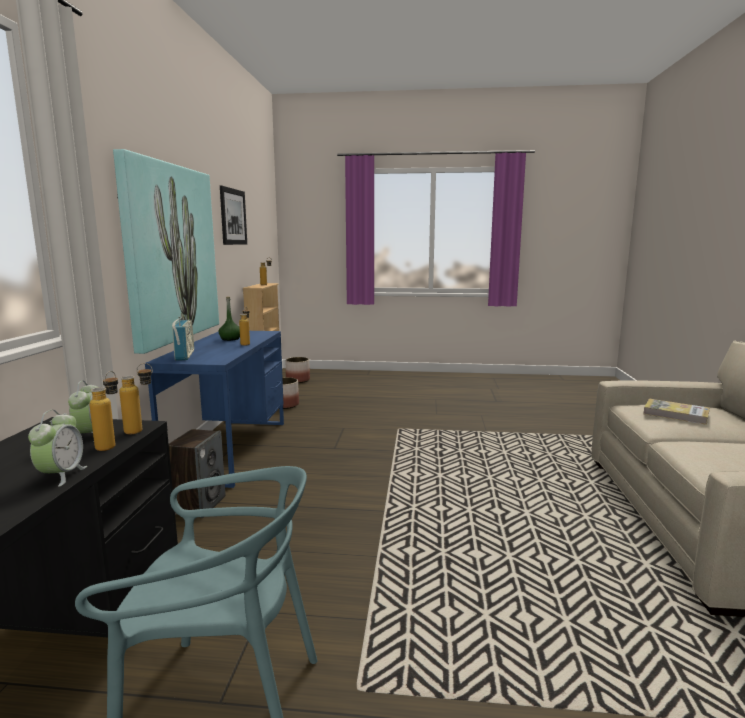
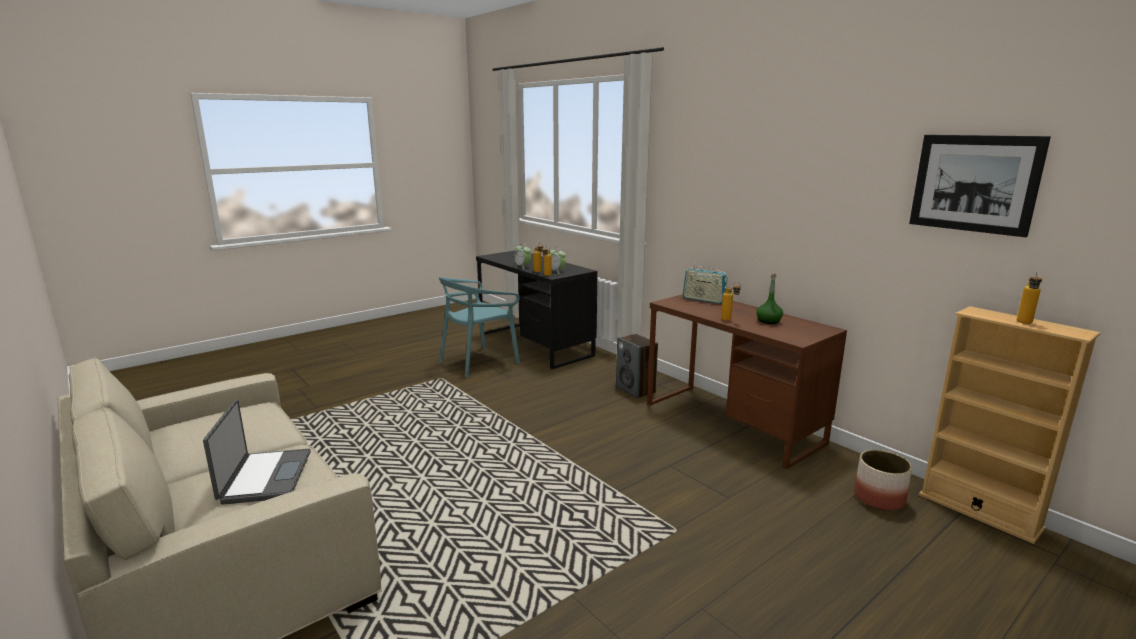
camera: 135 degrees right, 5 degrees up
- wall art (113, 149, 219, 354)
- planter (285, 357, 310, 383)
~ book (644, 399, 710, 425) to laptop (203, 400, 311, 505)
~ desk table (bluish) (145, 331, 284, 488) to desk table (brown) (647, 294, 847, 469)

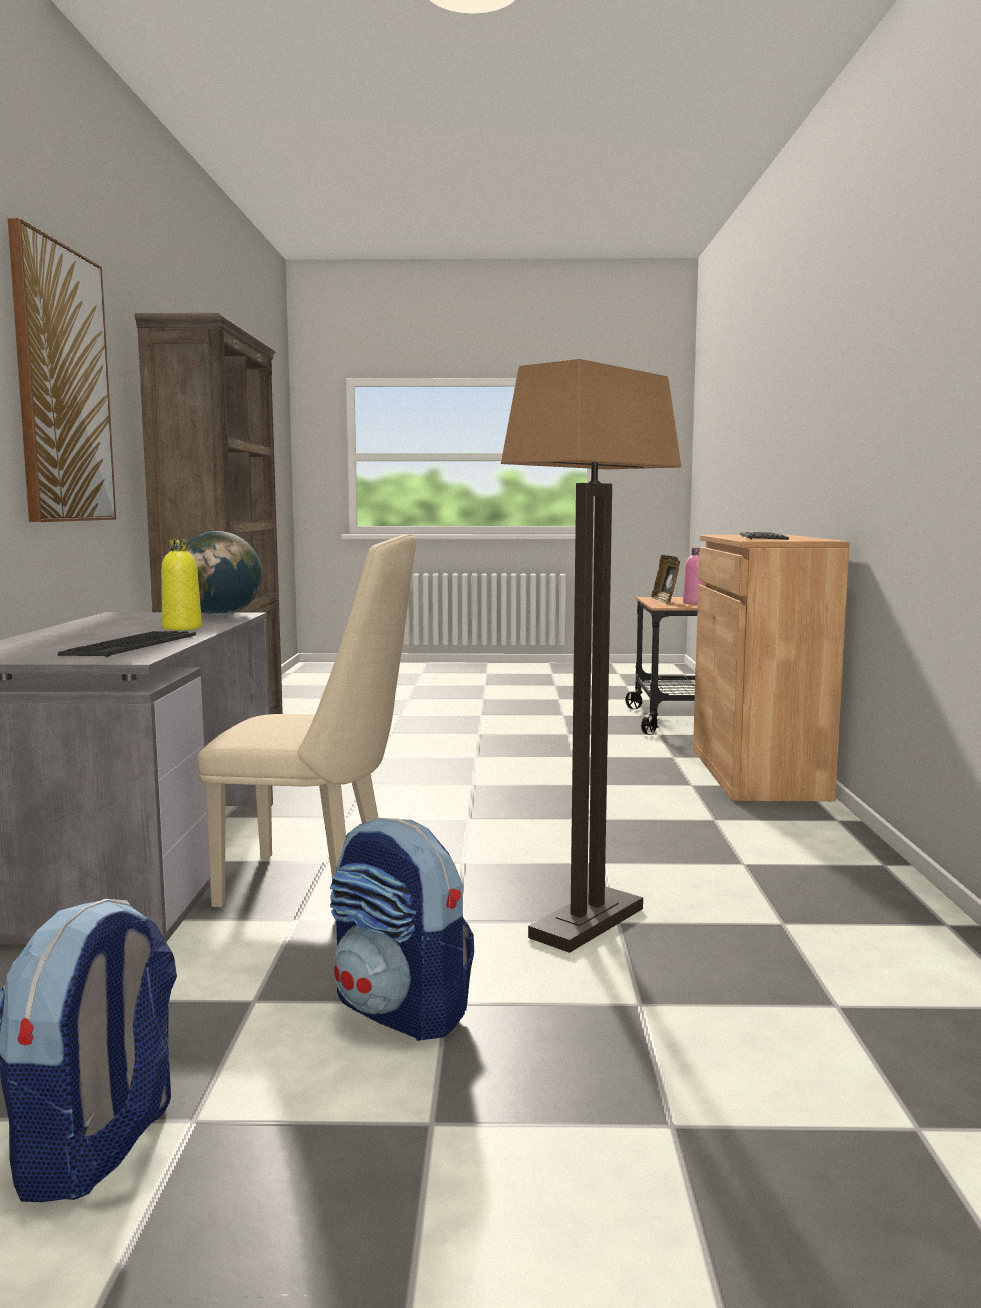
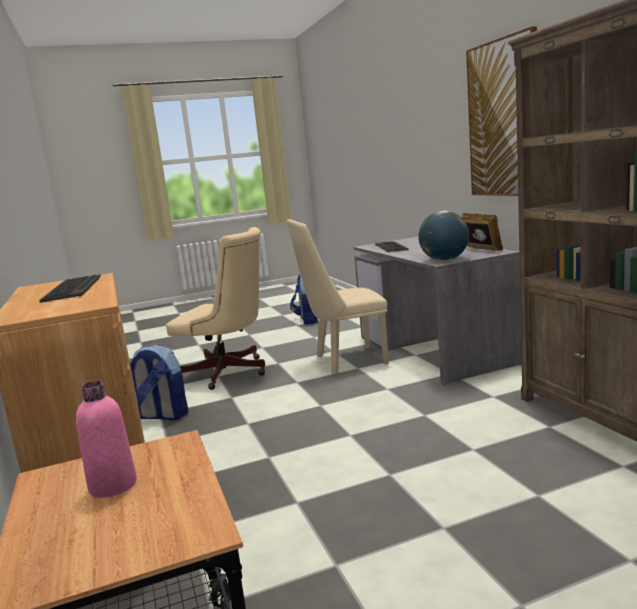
camera: 160 degrees right, 5 degrees up
- beverage bottle (yellow) (161, 539, 202, 630)
~ knapsack (330, 818, 474, 1041) to (130, 345, 188, 420)
~ photo frame (651, 555, 680, 604) to (462, 213, 503, 251)
~ floor lamp (501, 359, 682, 953) to computer chair (sand-coloured) (166, 227, 265, 390)

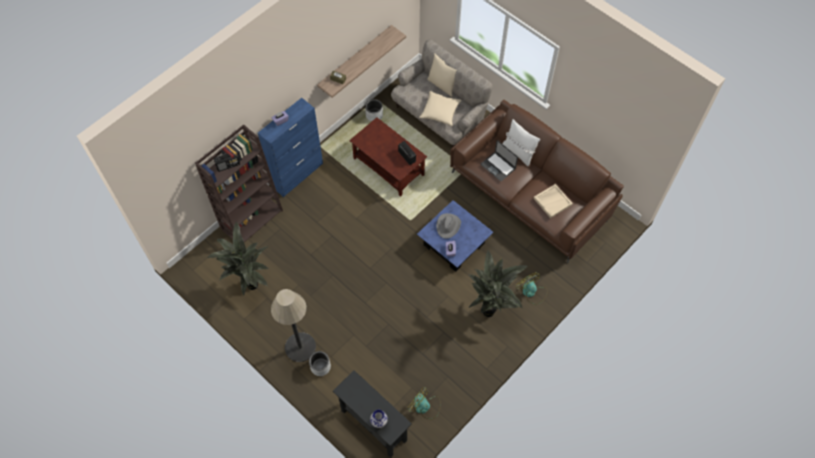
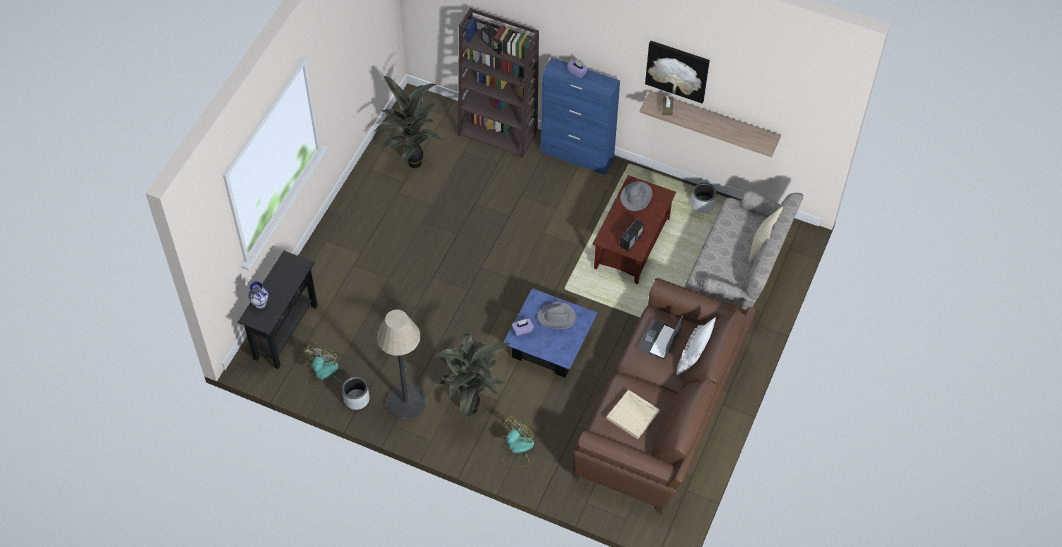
camera: 70 degrees right, 5 degrees down
- cushion (sand-coloured) (419, 91, 462, 126)
+ wearable hat (grey) (620, 182, 652, 211)
+ wall art (645, 41, 710, 103)
~ floor lamp (271, 289, 316, 362) to (376, 310, 426, 419)
~ planter (grey) (309, 351, 331, 376) to (342, 377, 370, 410)

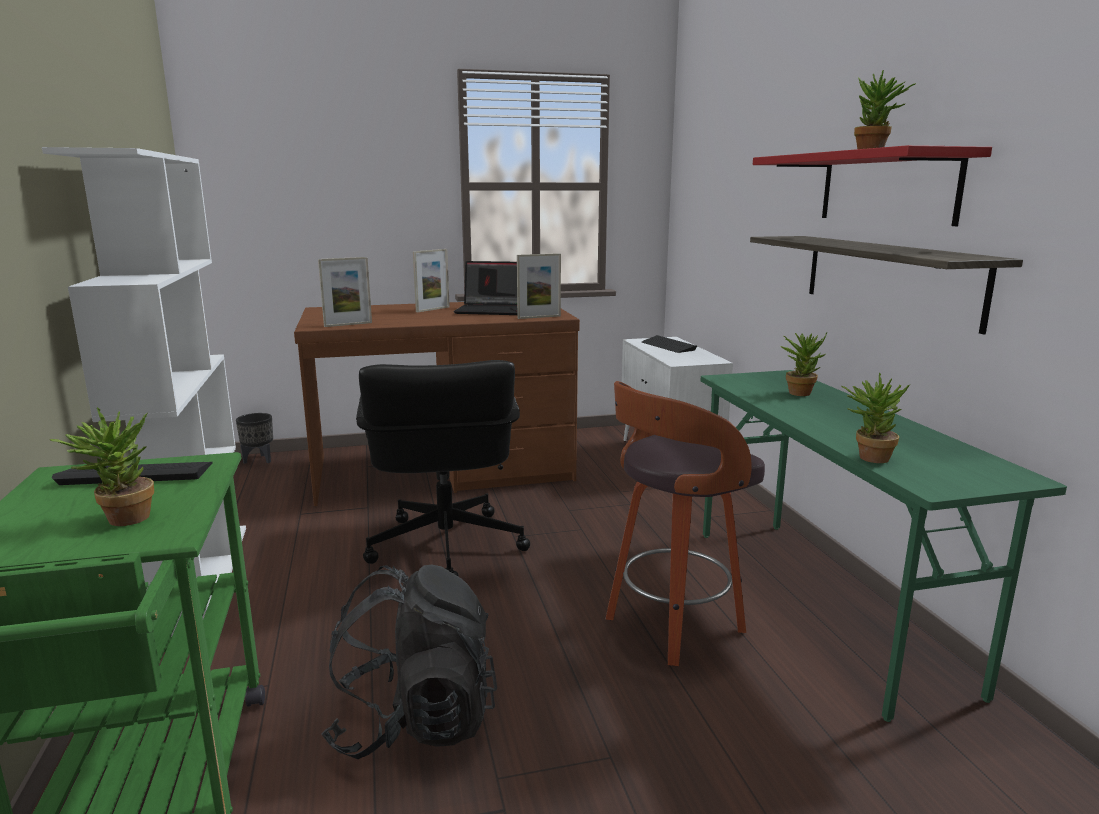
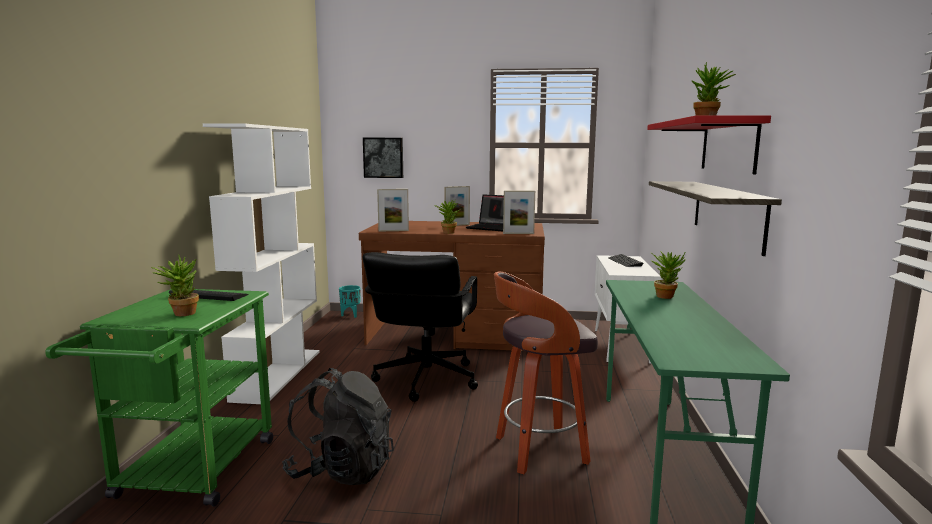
camera: 20 degrees right, 5 degrees down
+ wall art (363, 138, 403, 178)
~ potted plant (842, 372, 911, 463) to (434, 200, 461, 234)
~ planter (black-coloured) (236, 413, 273, 464) to planter (blue-green) (339, 285, 361, 318)

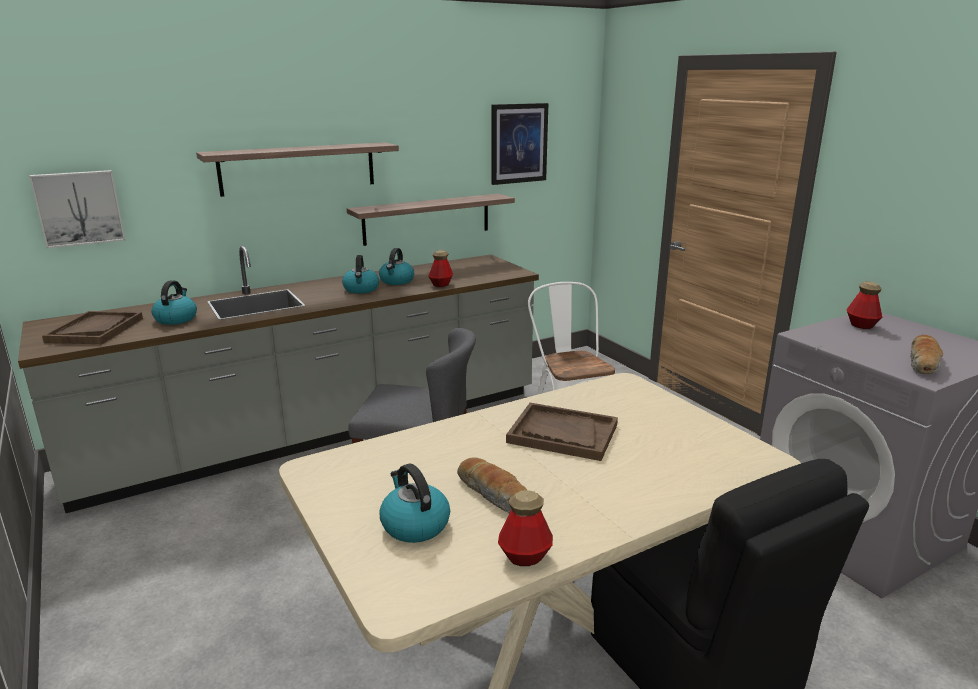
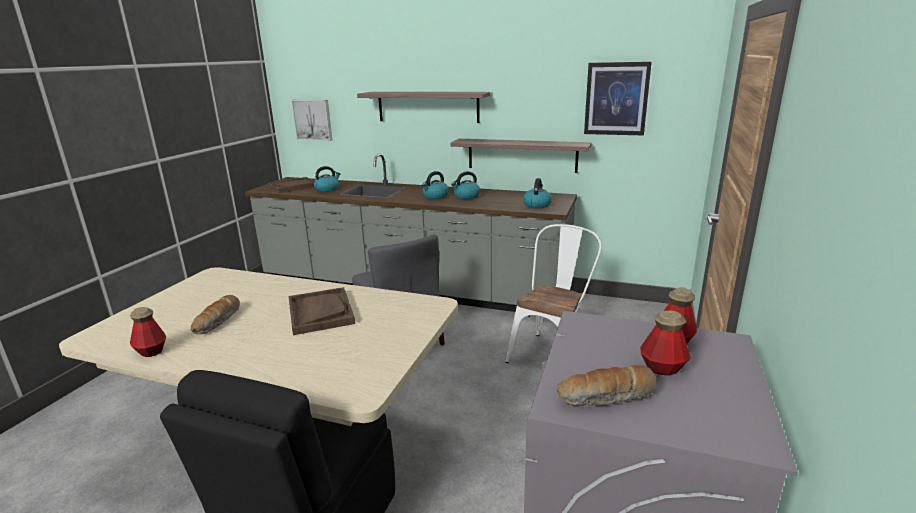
camera: 50 degrees right, 0 degrees up
~ water kettle (380, 464, 450, 543) to (523, 178, 552, 208)
~ beverage bottle (428, 250, 453, 287) to (640, 310, 691, 375)

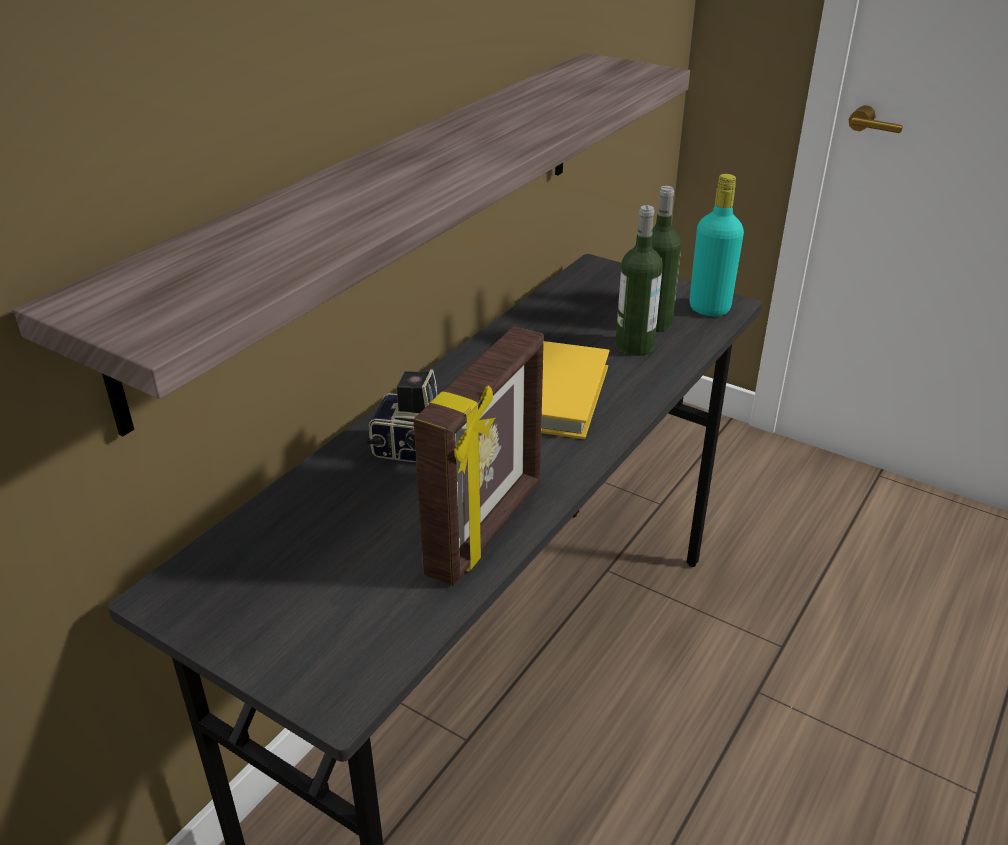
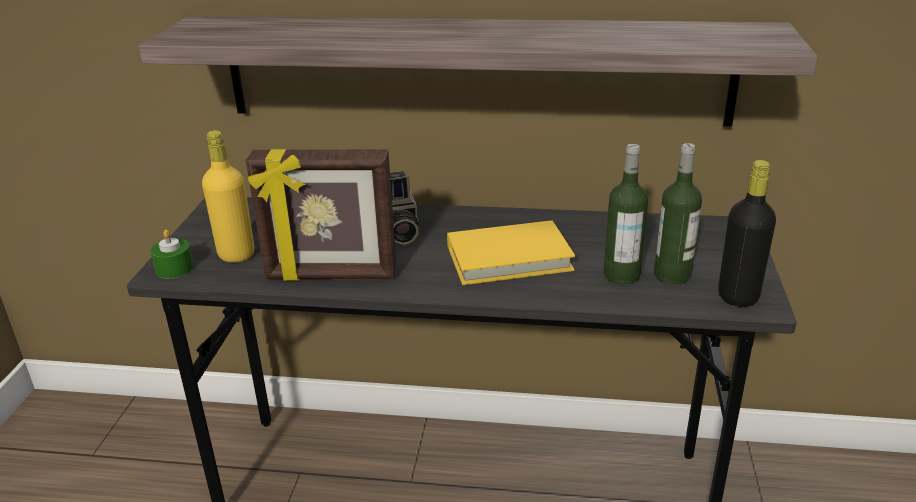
camera: 65 degrees right, 5 degrees down
+ wax candle (greenish) (150, 230, 194, 279)
+ beverage bottle (yellow) (202, 130, 254, 262)
~ beverage bottle (blue-green) (690, 174, 744, 316) to beverage bottle (black-coloured) (718, 160, 776, 307)

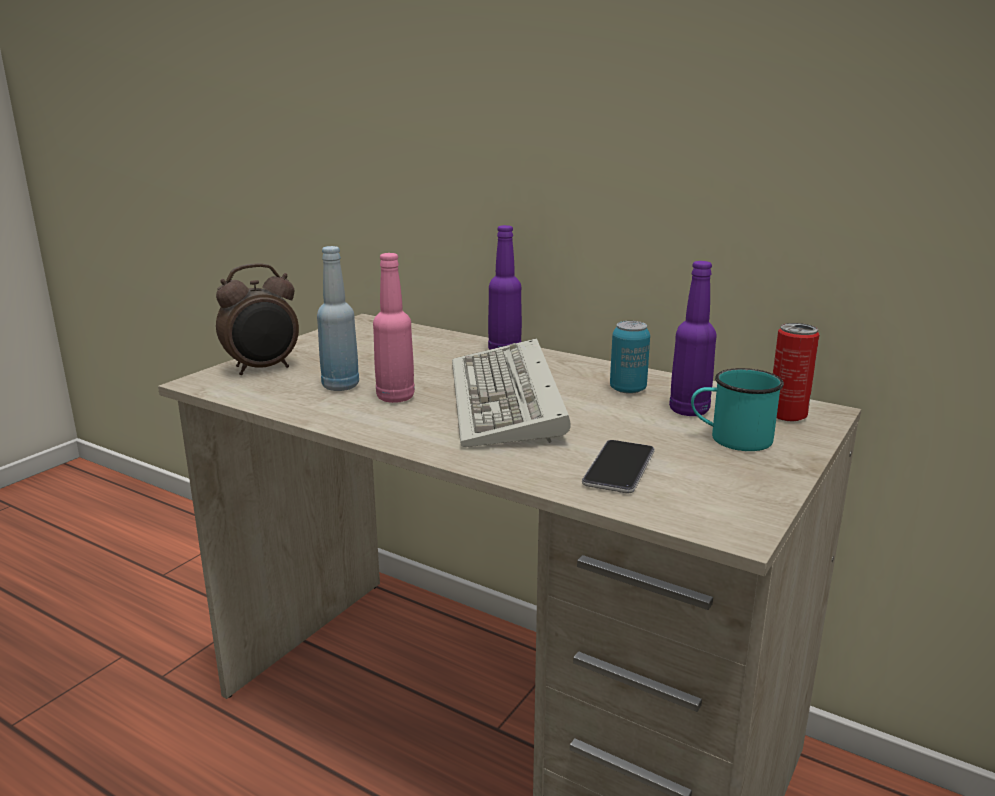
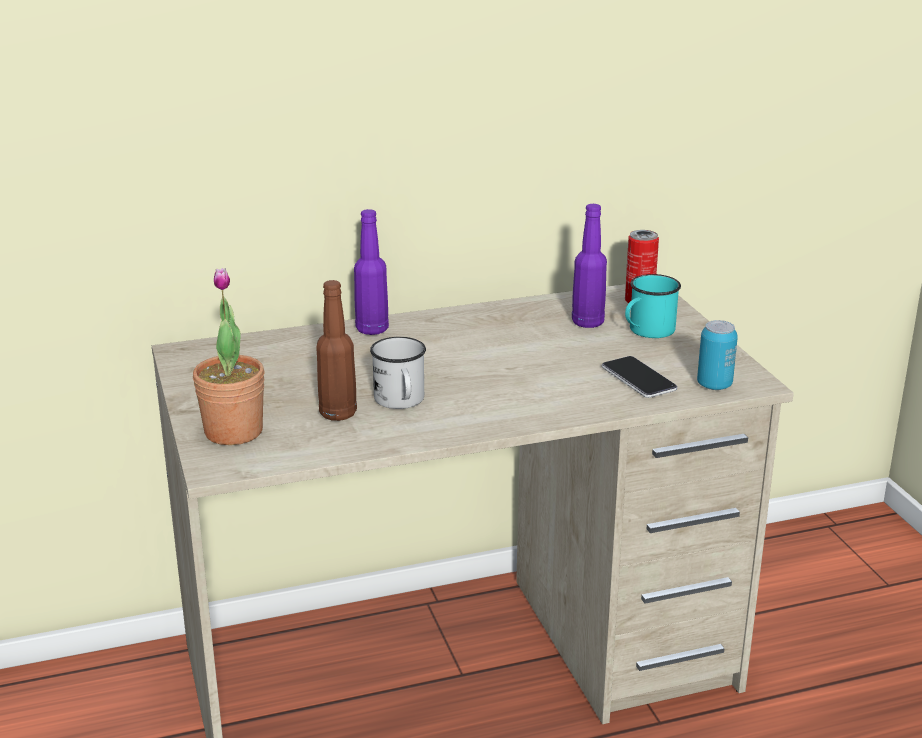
camera: 50 degrees left, 5 degrees up
- keyboard (452, 338, 571, 447)
~ sealed can (610, 321, 650, 394) to (697, 320, 738, 390)
~ alarm clock (216, 263, 299, 375) to potted plant (193, 268, 265, 445)
~ beverage bottle (pink-coloured) (373, 253, 415, 403) to coffee mug (whitish) (370, 337, 426, 409)
~ beverage bottle (bluish) (317, 246, 359, 391) to beverage bottle (brown) (316, 280, 357, 421)

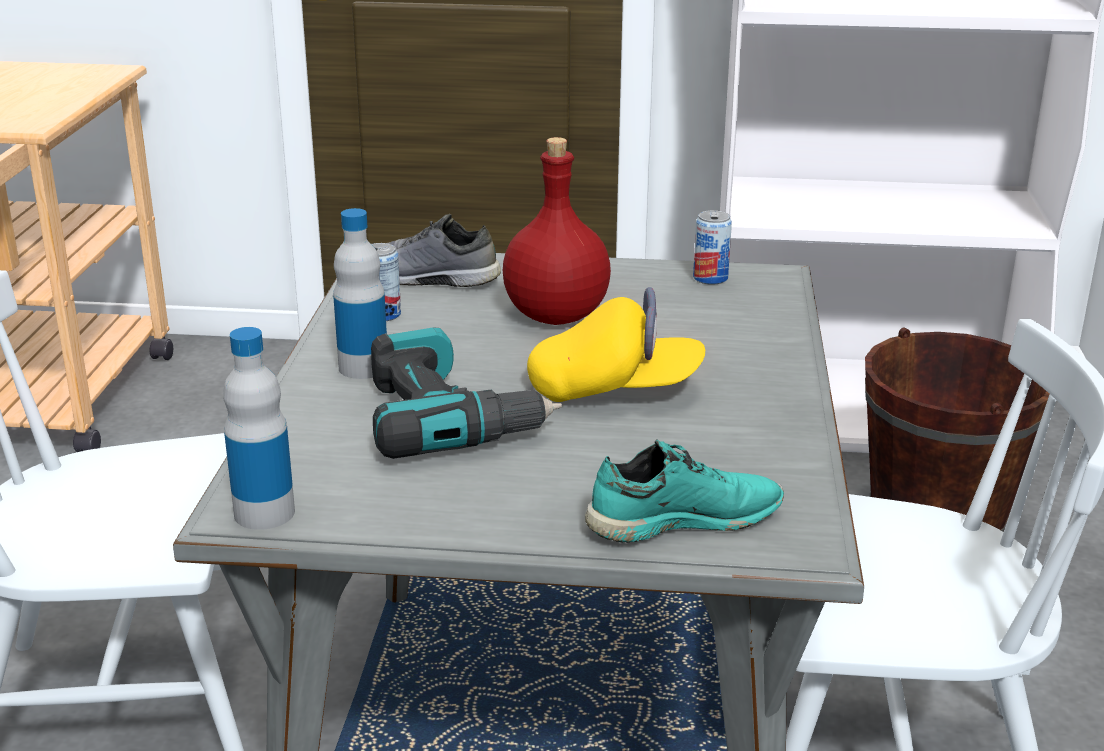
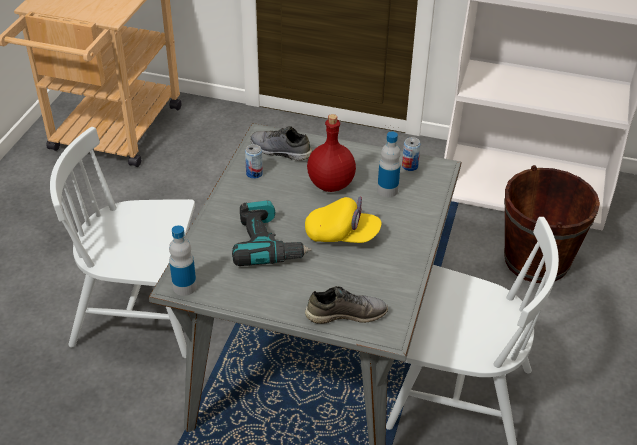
camera: 10 degrees right, 15 degrees up
~ beverage bottle (333, 208, 387, 379) to (377, 132, 401, 197)
~ shoe (blue-green) (585, 439, 784, 542) to shoe (grey) (305, 286, 388, 324)

